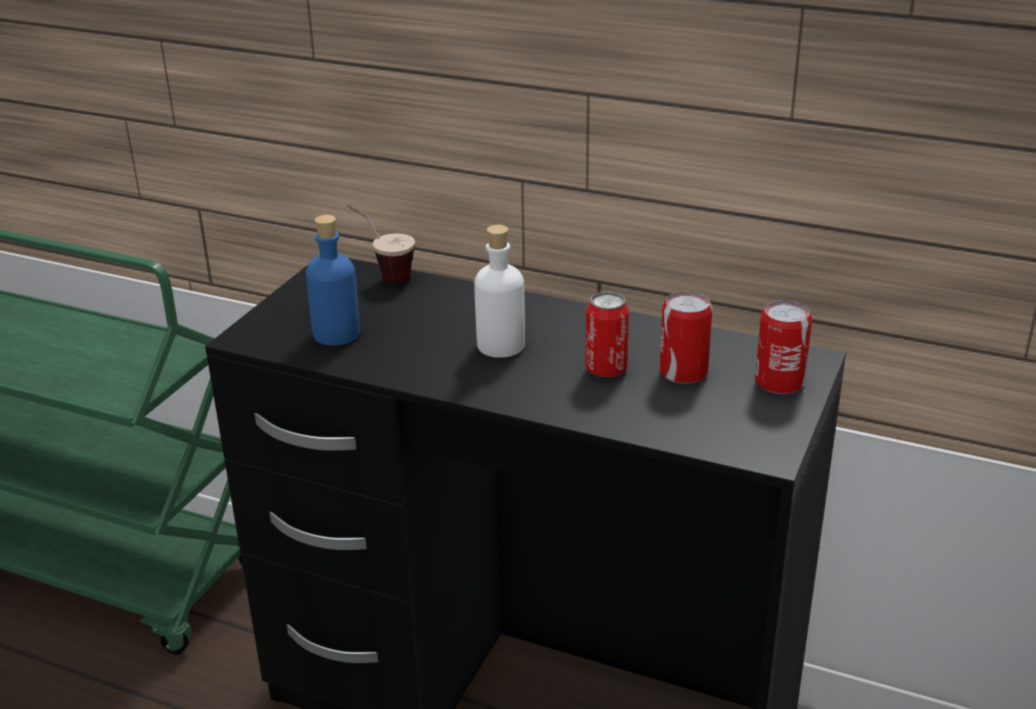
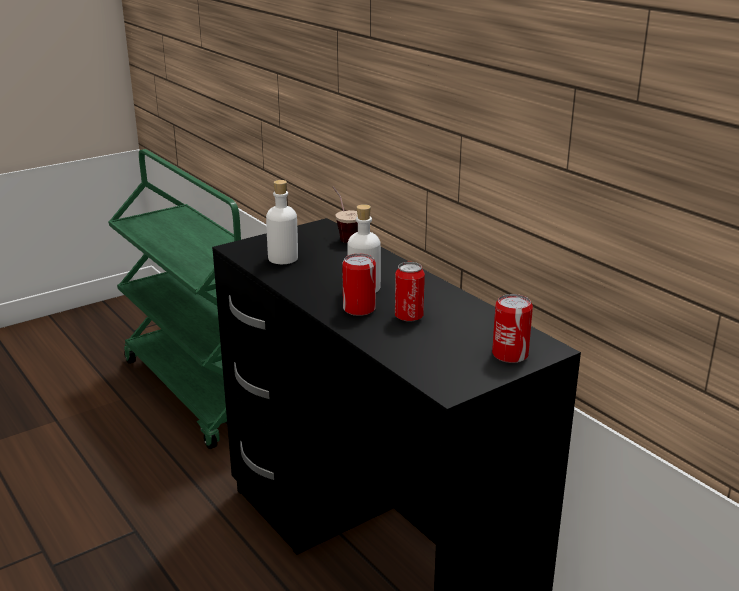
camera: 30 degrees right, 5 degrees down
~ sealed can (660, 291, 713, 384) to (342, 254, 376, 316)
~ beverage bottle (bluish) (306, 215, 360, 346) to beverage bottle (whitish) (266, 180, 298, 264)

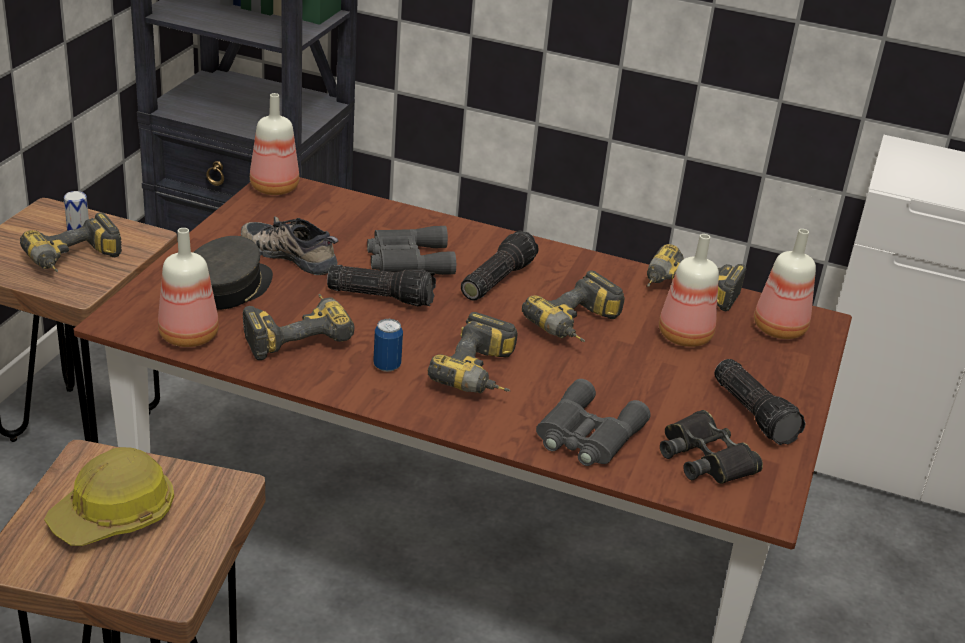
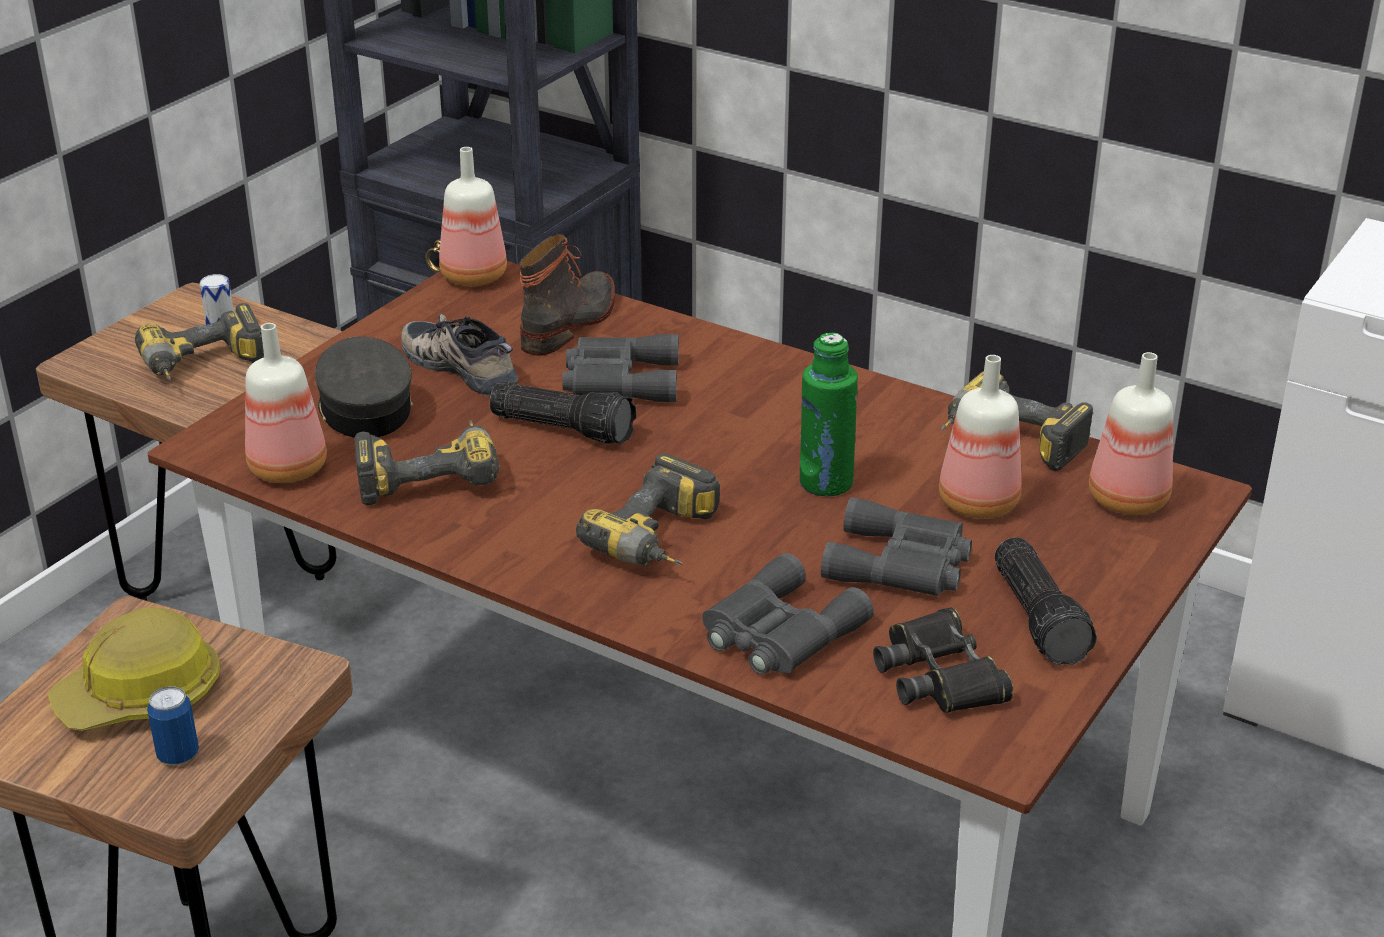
camera: 15 degrees right, 0 degrees up
- torch (461, 230, 539, 301)
+ boot (519, 234, 615, 356)
+ pair of binoculars (grey) (821, 497, 972, 596)
~ sealed can (373, 319, 403, 372) to (147, 686, 199, 765)
~ power drill (522, 270, 625, 342) to beverage bottle (greenish) (800, 333, 858, 496)
~ cap (grey) (193, 236, 273, 310) = (315, 336, 413, 438) 60 degrees counterclockwise

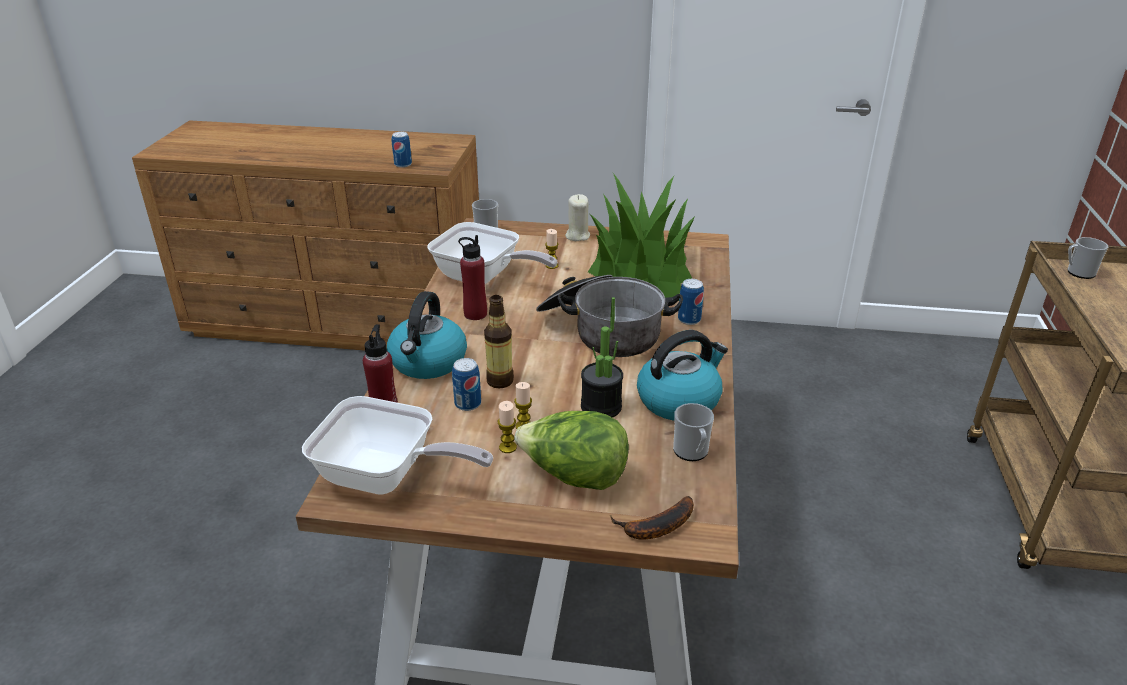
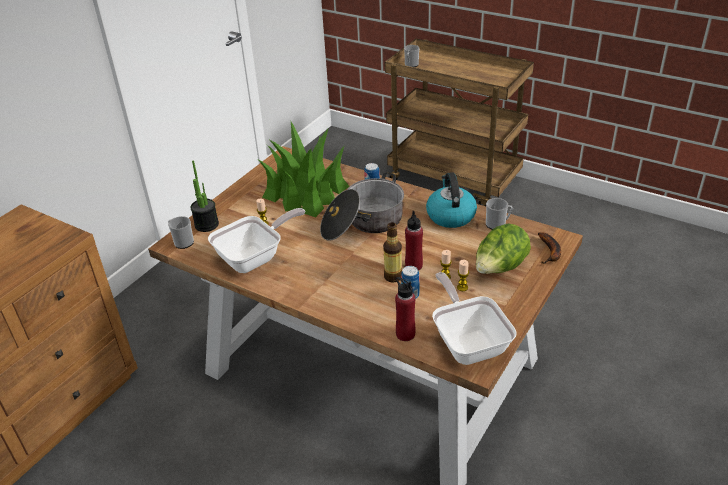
camera: 65 degrees left, 5 degrees up
- water kettle (387, 291, 467, 379)
- sealed can (392, 132, 412, 168)
- wax candle (sand-coloured) (565, 194, 590, 241)
~ beverage bottle (red) (458, 235, 487, 320) to (405, 211, 423, 271)
~ potted plant (581, 297, 623, 418) to (190, 161, 219, 232)
~ skillet (302, 396, 493, 495) = (432, 272, 517, 365) 60 degrees counterclockwise

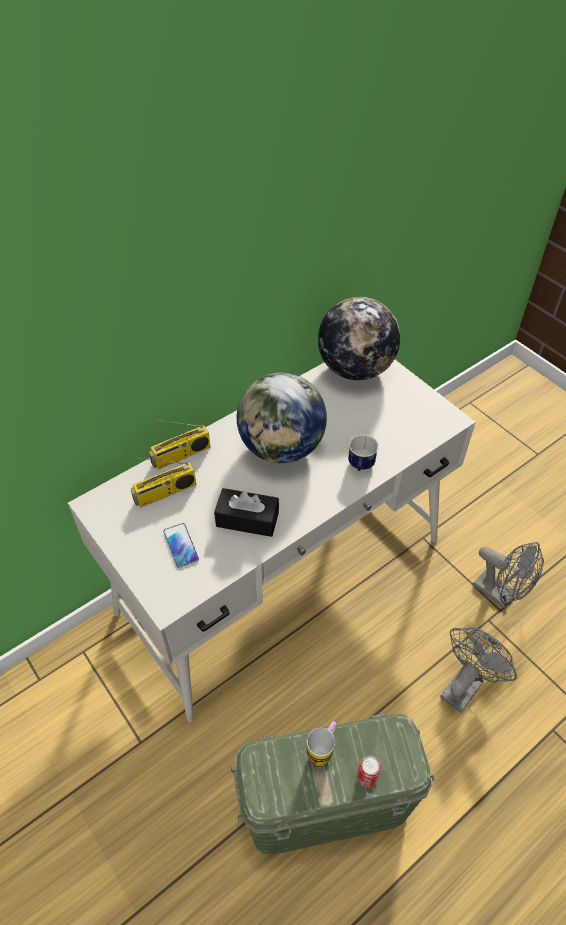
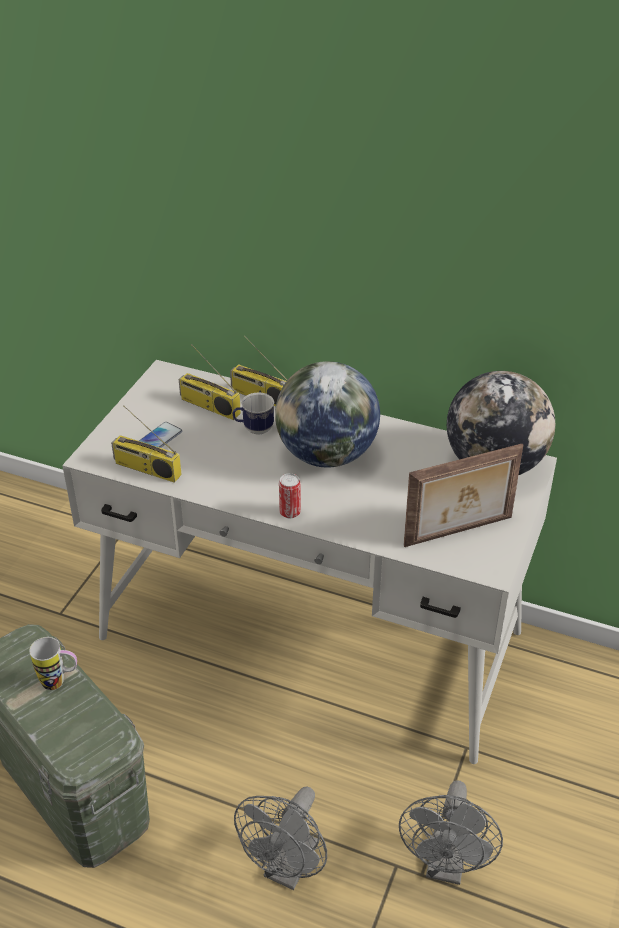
camera: 60 degrees right, 10 degrees down
- tissue holder (black-coloured) (214, 488, 279, 537)
+ radio (111, 406, 182, 483)
+ photo frame (403, 444, 523, 547)
~ coffee mug (348, 434, 379, 471) to (232, 392, 274, 435)
~ sealed can (357, 756, 381, 788) to (279, 473, 301, 518)
~ electric fan (grey) (440, 627, 517, 713) = (234, 787, 327, 890) 105 degrees clockwise

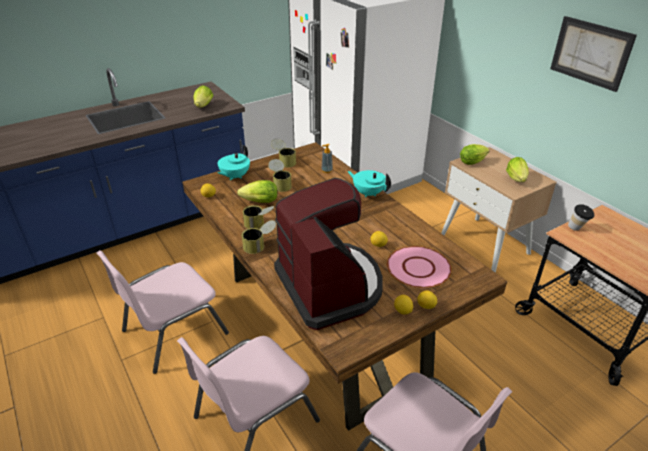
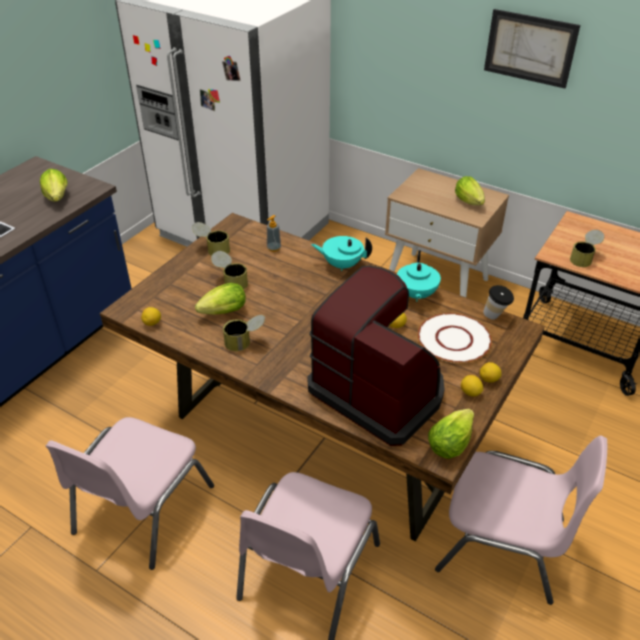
camera: 25 degrees left, 5 degrees up
~ pot for tea (blue-green) (217, 145, 250, 181) to (397, 250, 441, 302)
~ sealed can (242, 220, 276, 254) to (570, 230, 604, 267)
~ lettuce (460, 144, 490, 165) to (428, 409, 474, 459)
~ drinking cup (568, 204, 594, 231) to (483, 285, 514, 320)
~ dinner plate (pink-coloured) (387, 246, 452, 288) to dinner plate (whitish) (418, 313, 492, 363)

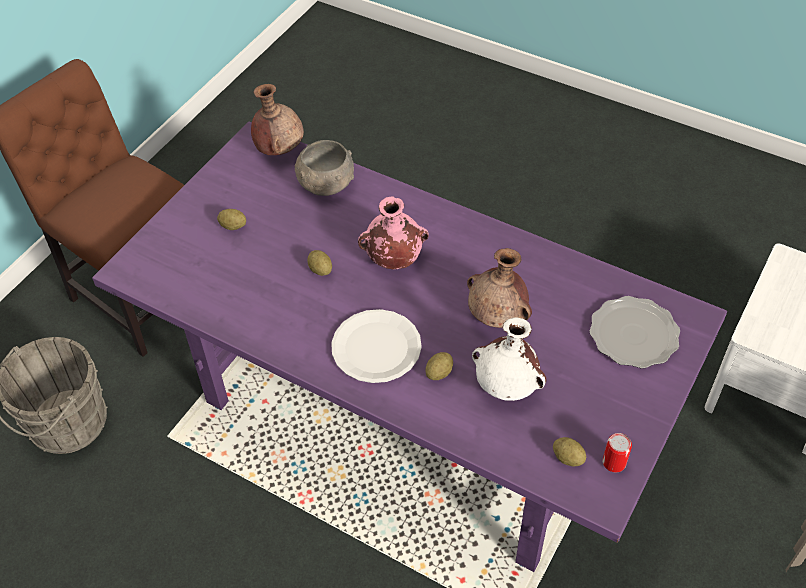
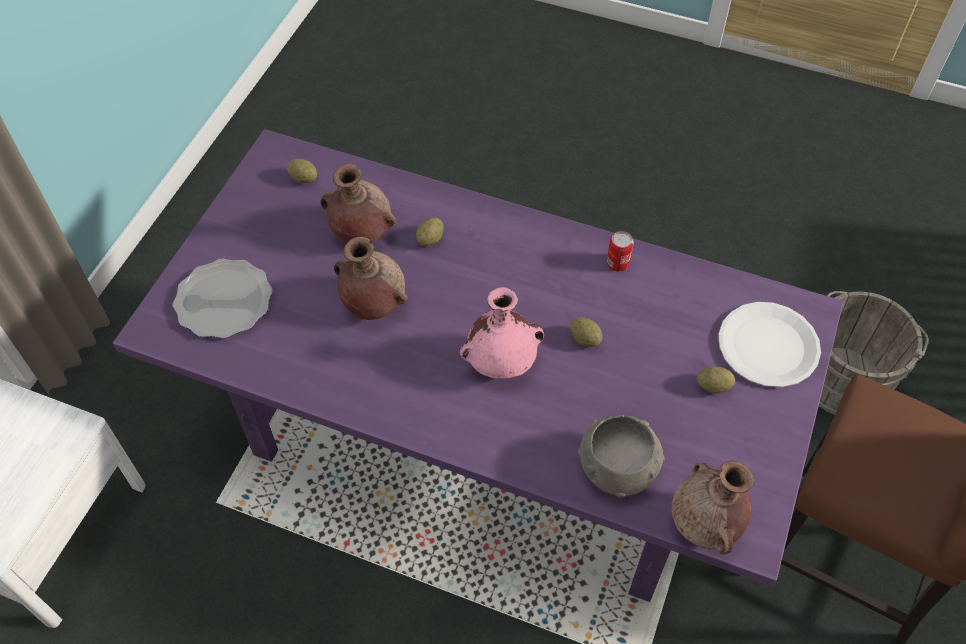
camera: 170 degrees right, 5 degrees up
~ dinner plate (whitish) (331, 309, 422, 383) to (719, 302, 821, 387)
~ sealed can (602, 433, 632, 472) to (607, 231, 634, 272)
~ flower vase (whitish) (472, 317, 547, 401) to flower vase (brown) (321, 164, 396, 244)

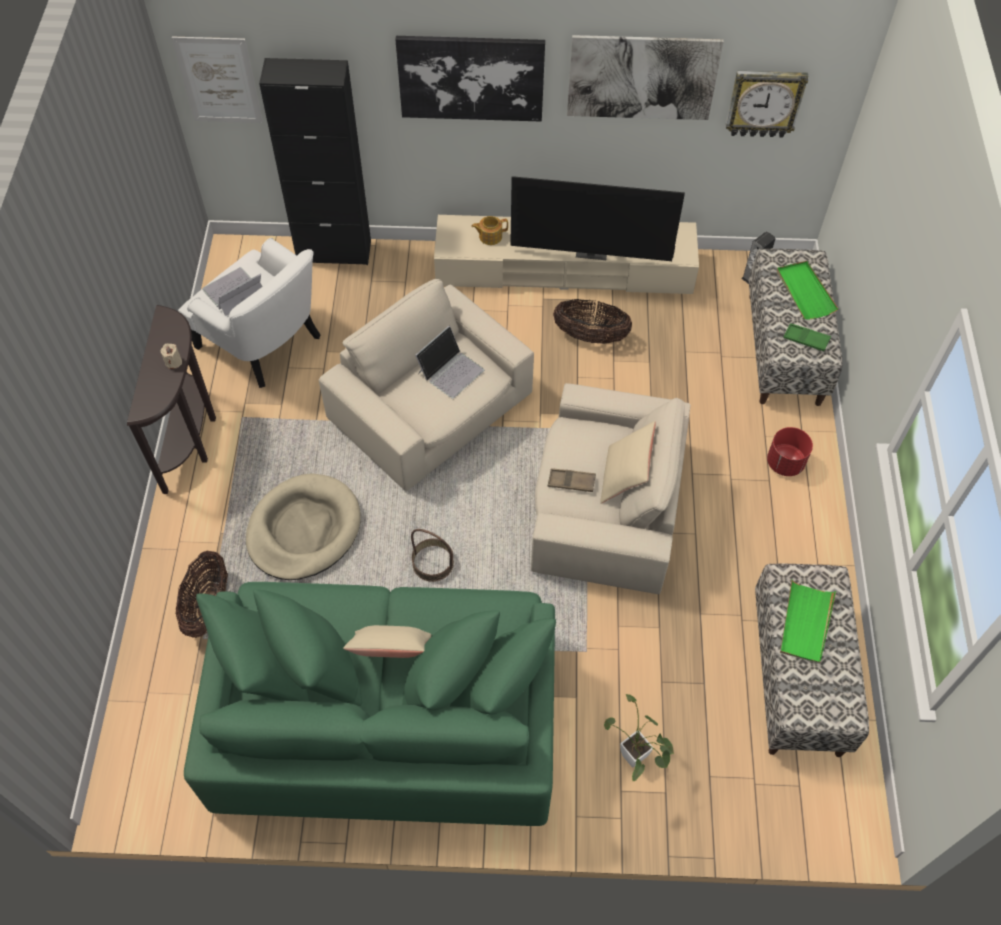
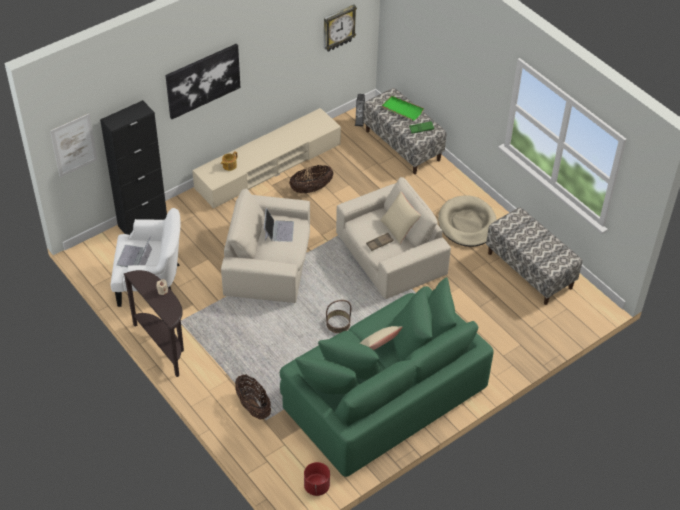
camera: 40 degrees left, 10 degrees down
- television (510, 176, 685, 261)
- wall art (567, 35, 724, 120)
- potted plant (604, 694, 674, 781)
- carrying tray (greenish) (780, 580, 836, 664)
~ dog bed (sand-coloured) (246, 473, 361, 580) to (438, 195, 497, 247)
~ planter (red) (767, 427, 813, 476) to (304, 462, 330, 496)

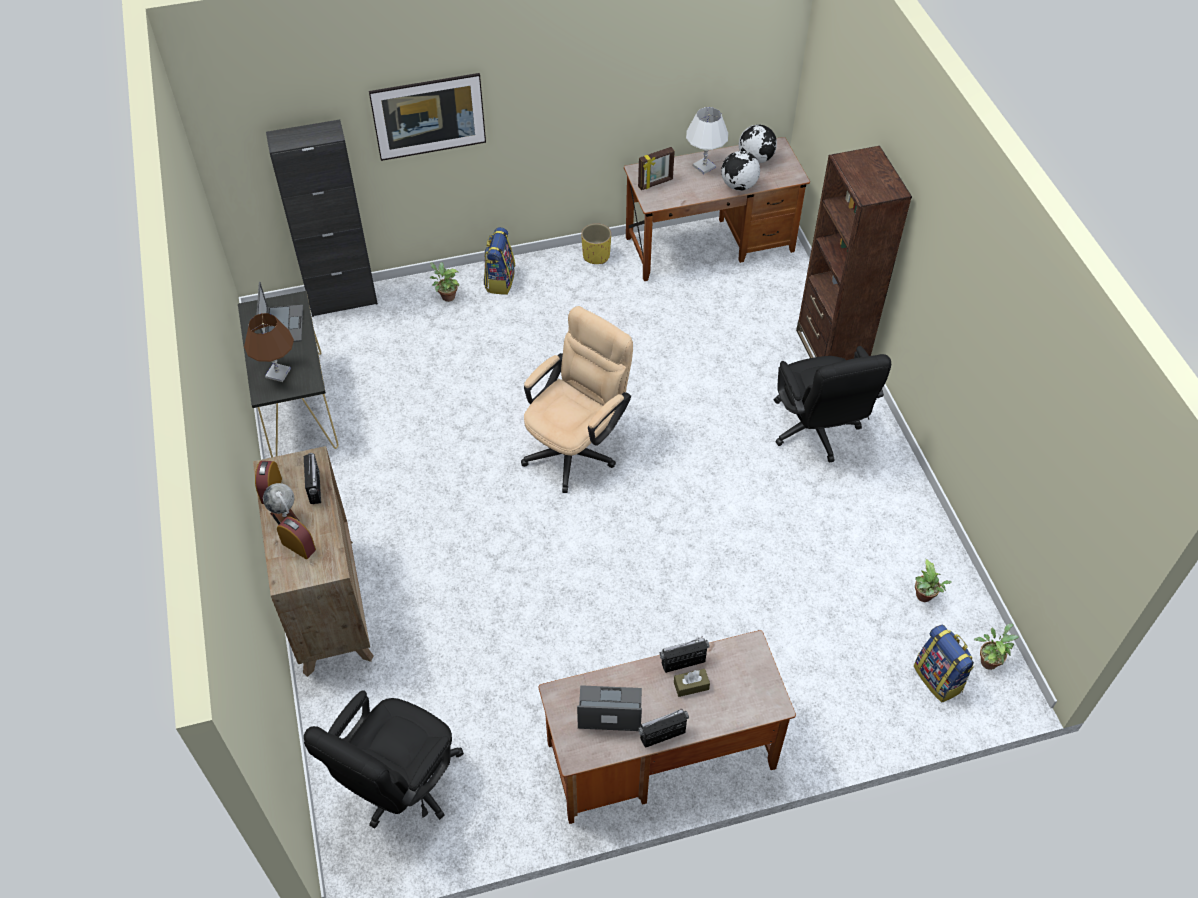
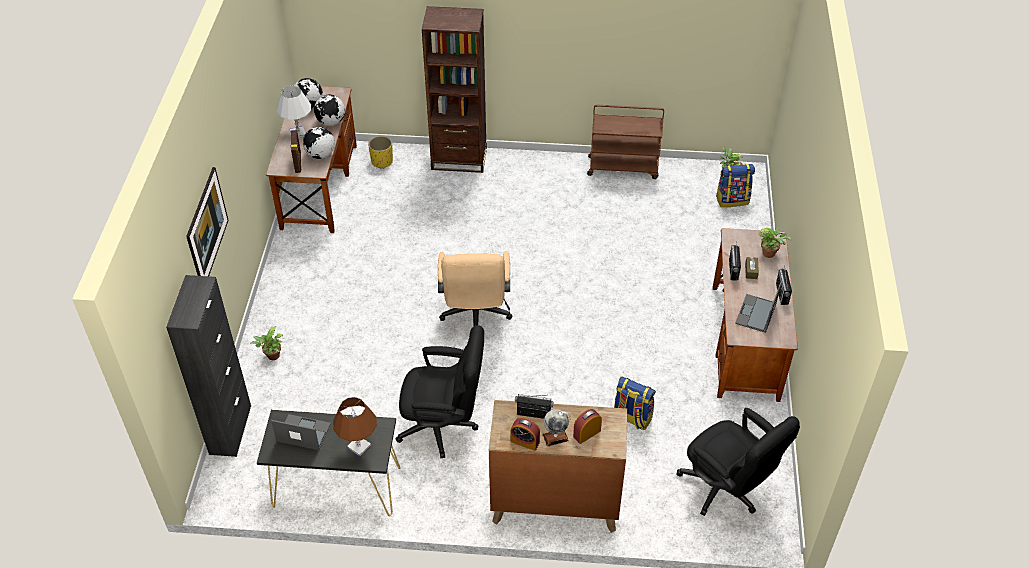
camera: 70 degrees left, 5 degrees down
+ globe (303, 127, 335, 159)
+ cart (brown) (587, 105, 664, 179)
~ knapsack (484, 227, 515, 295) to (614, 377, 656, 430)
~ planter (yellow) (581, 223, 611, 264) to (368, 136, 393, 169)
~ computer chair (black-coloured) (774, 346, 891, 463) to (396, 325, 484, 458)
~ potted plant (915, 559, 952, 602) to (758, 228, 792, 258)
~ computer chair (sand-coloured) (521, 306, 633, 493) = (438, 251, 512, 326) 150 degrees counterclockwise

